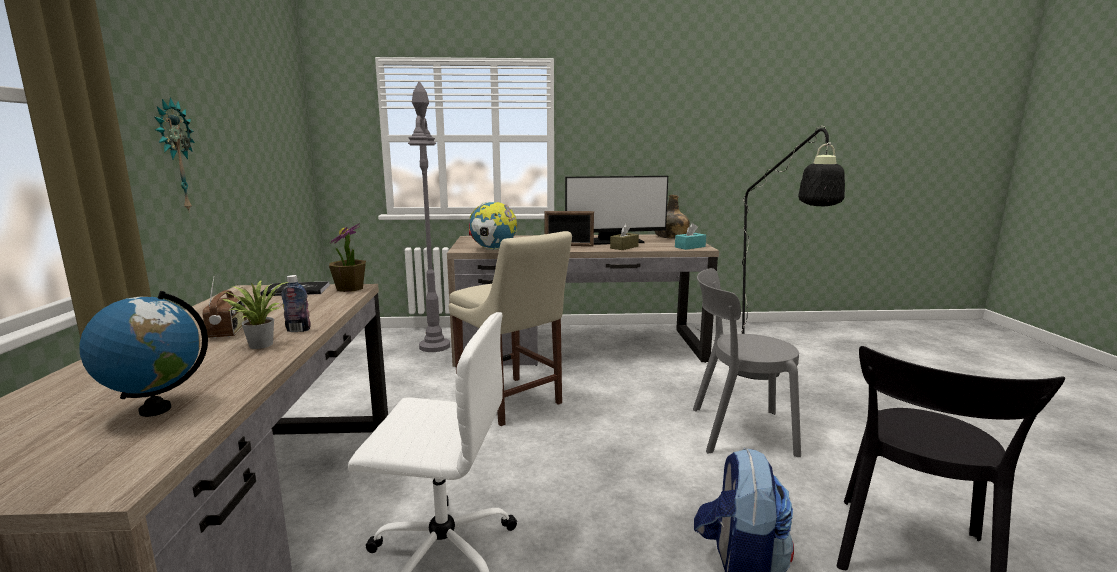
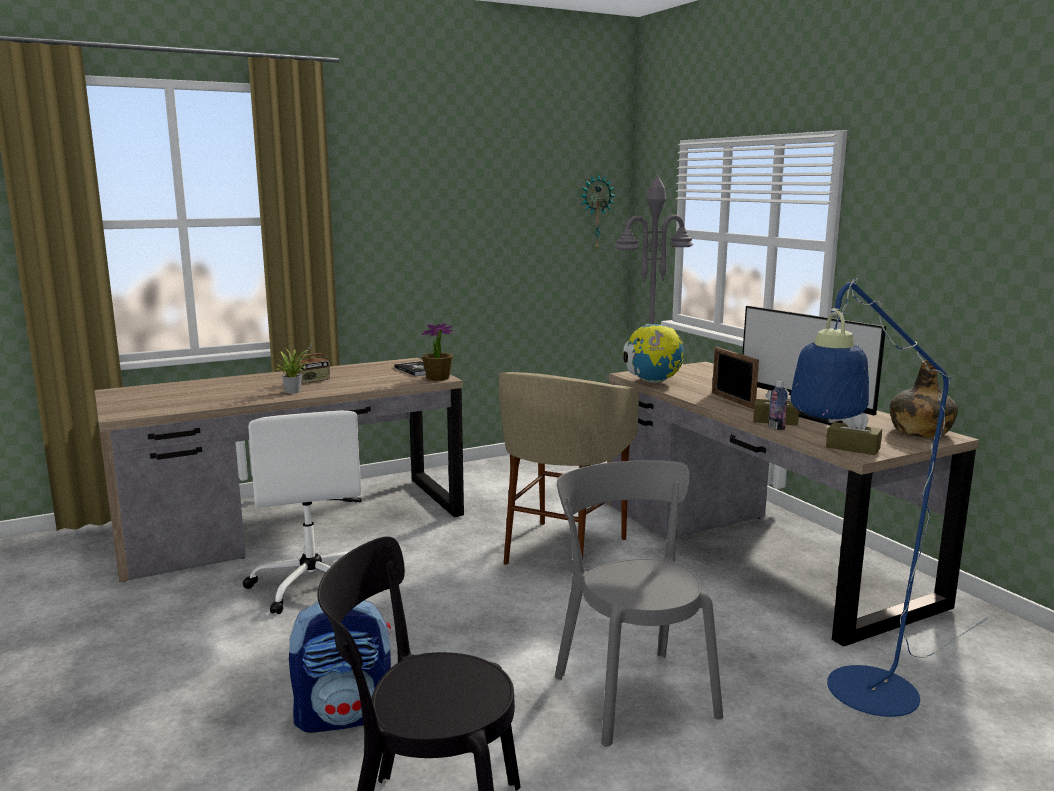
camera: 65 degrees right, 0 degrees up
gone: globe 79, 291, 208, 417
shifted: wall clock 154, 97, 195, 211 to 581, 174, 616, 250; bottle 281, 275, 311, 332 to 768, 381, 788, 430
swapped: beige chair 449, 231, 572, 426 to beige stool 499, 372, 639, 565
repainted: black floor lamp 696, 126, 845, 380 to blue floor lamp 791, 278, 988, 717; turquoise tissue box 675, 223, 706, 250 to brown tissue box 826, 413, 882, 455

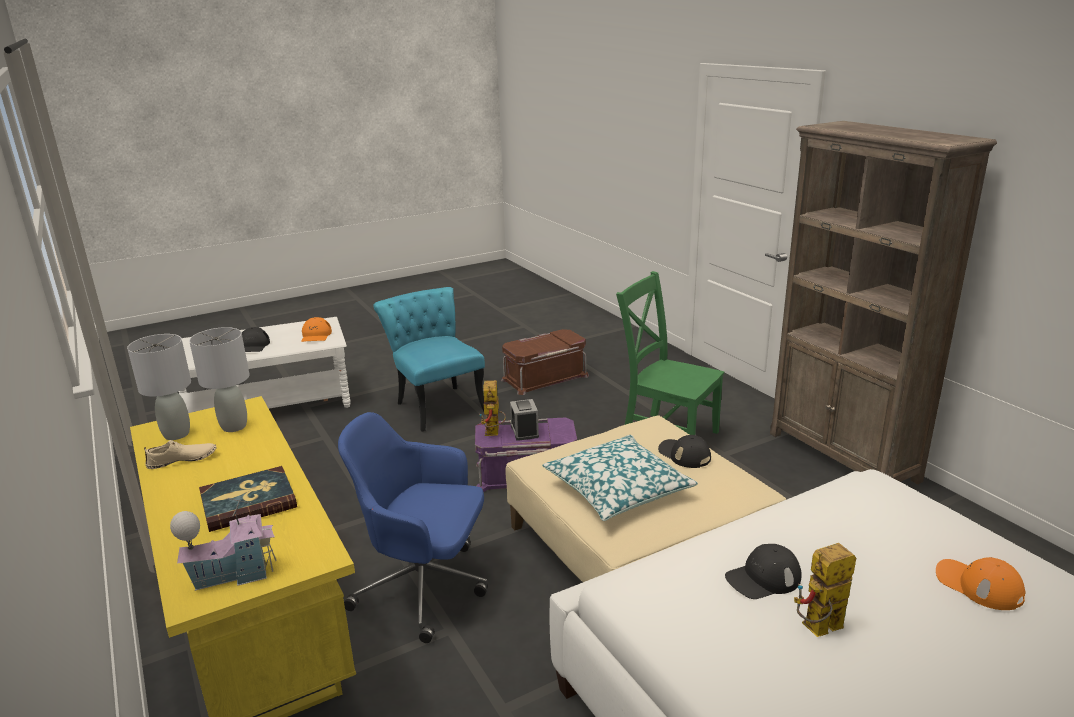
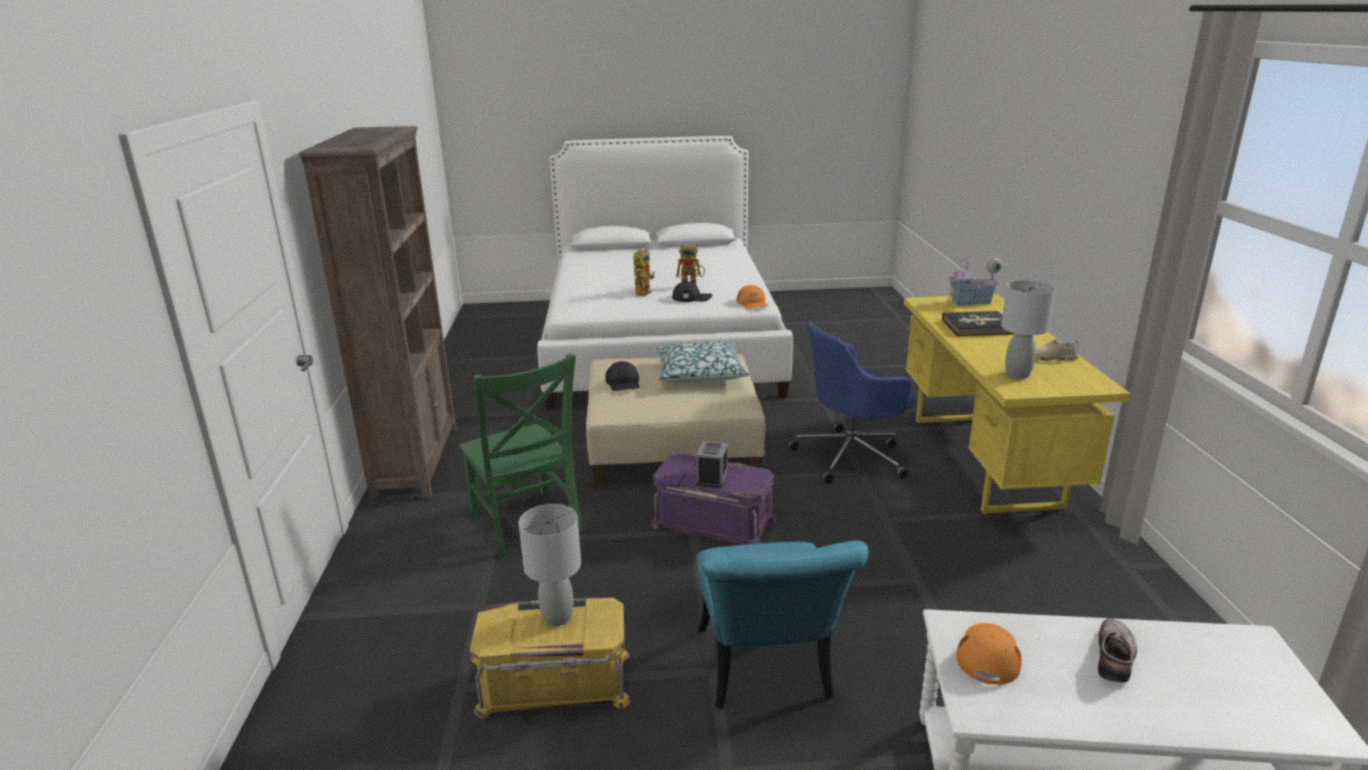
camera: 155 degrees left, 0 degrees up
shifted: grey table lamp 127, 334, 191, 440 to 519, 504, 581, 626; toy robot 479, 380, 506, 436 to 633, 247, 655, 297; orange cap 936, 557, 1025, 610 to 736, 285, 769, 309
swapped: black cap 242, 327, 270, 352 to shoe 1098, 618, 1137, 682
repainted: brown storage box 501, 329, 589, 395 to yellow storage box 469, 598, 631, 719
rotated: blue office chair 338, 412, 488, 643 = 787, 321, 915, 484 120 degrees clockwise

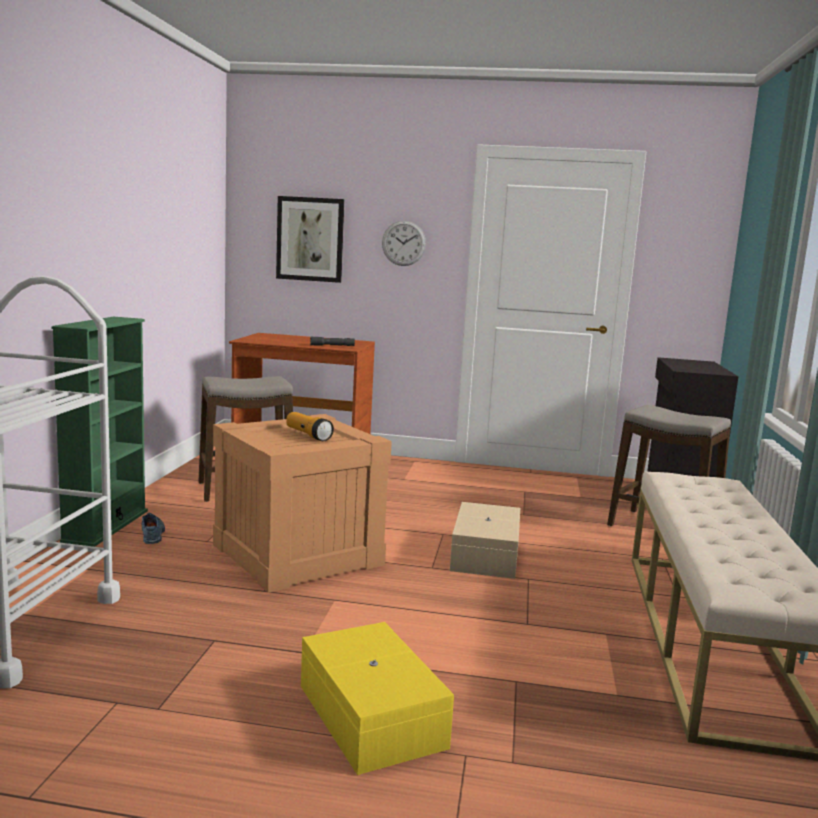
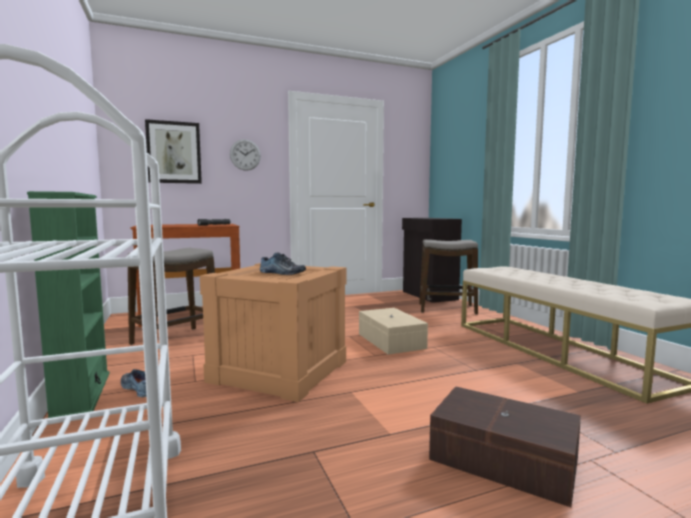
camera: 30 degrees left, 5 degrees down
swapped: flashlight 286, 412, 334, 441 to shoe 260, 252, 306, 275
repainted: yellow storage box 301, 622, 454, 775 to brown storage box 429, 386, 581, 507

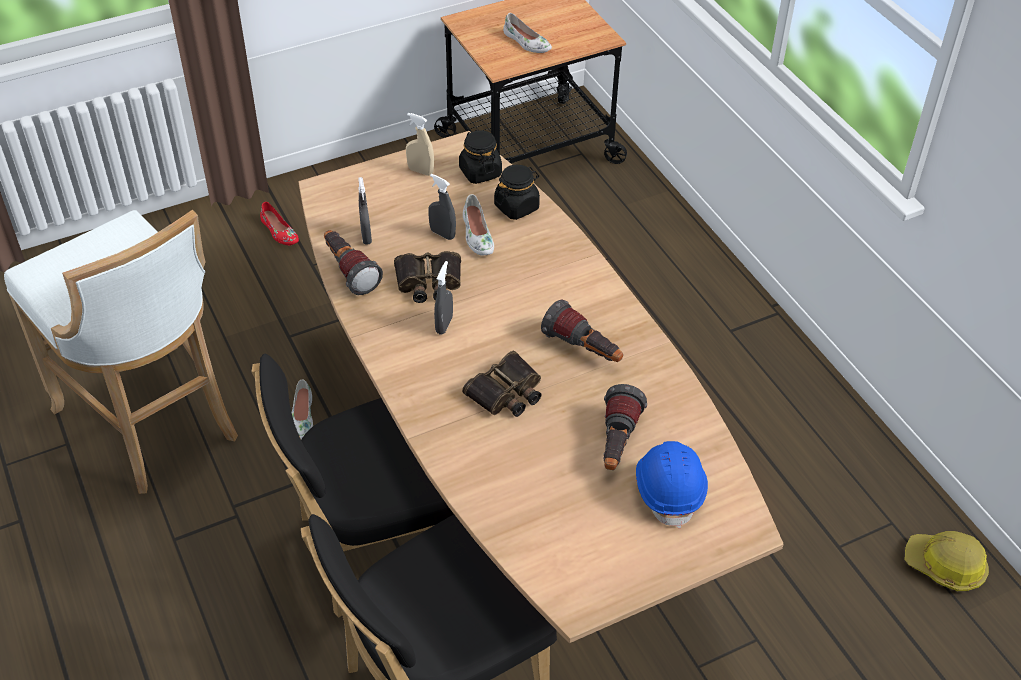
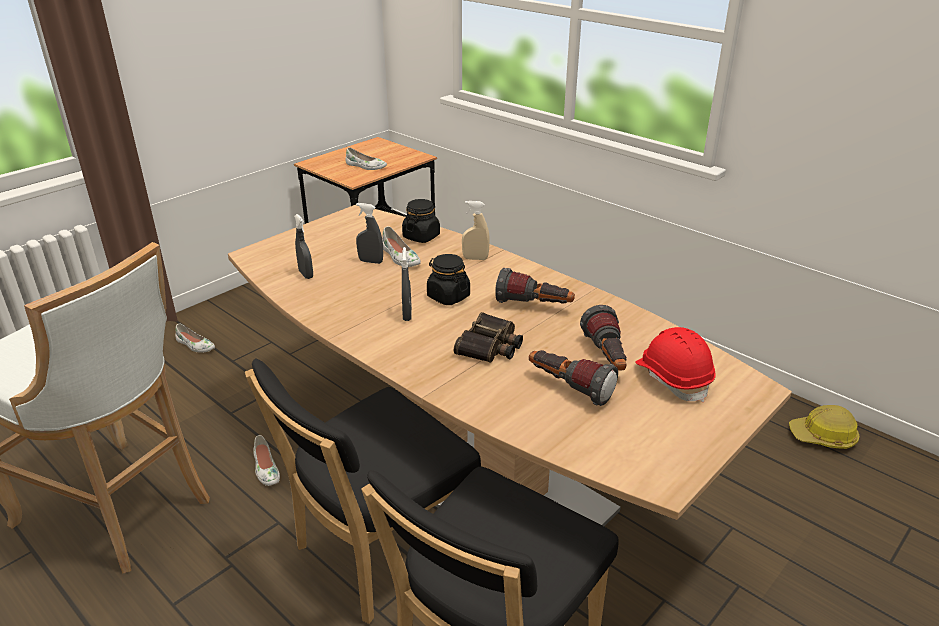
camera: 20 degrees left, 15 degrees down
gone: binoculars 394, 251, 461, 303
shifted: beige spray bottle 406, 113, 434, 176 to 462, 201, 490, 260; black jar 459, 130, 502, 184 to 427, 254, 470, 305; flashlight 324, 230, 383, 295 to 529, 350, 618, 406
repainted: red shoe 260, 202, 299, 245 to white shoe 175, 323, 215, 352; blue hard hat 636, 441, 708, 529 to red hard hat 635, 327, 715, 402

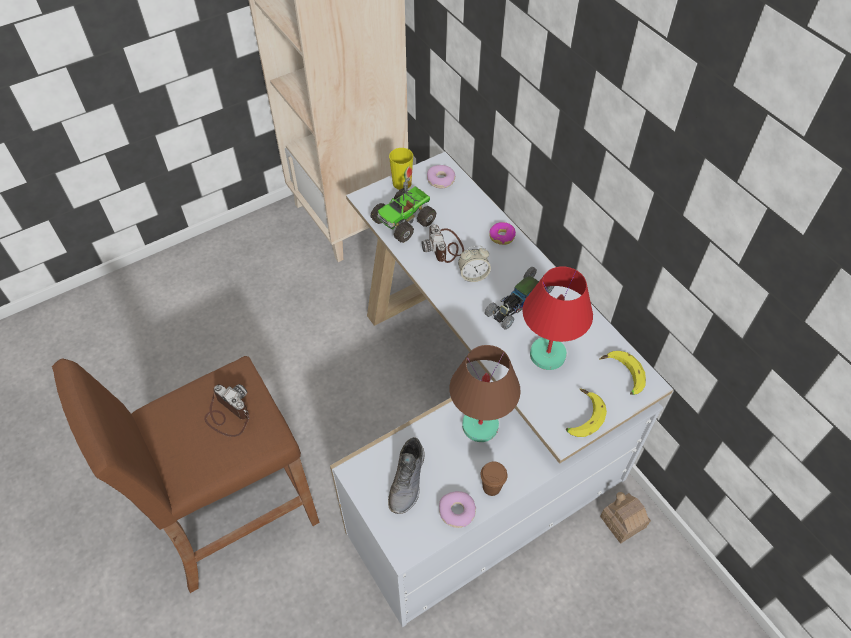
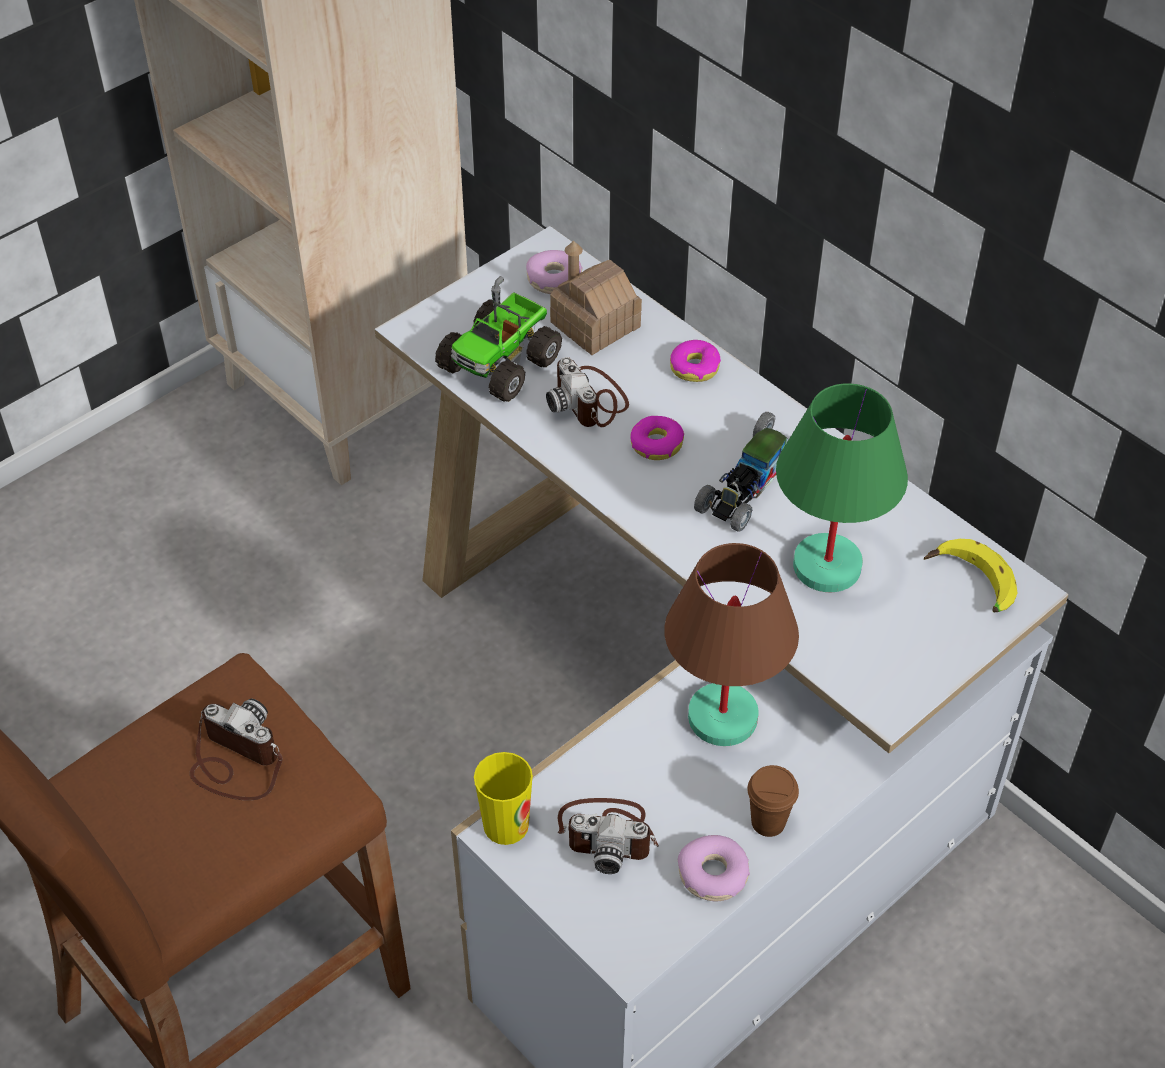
camera: 10 degrees left, 5 degrees down
gone: banana 566, 388, 607, 437
shifted: cup 389, 148, 413, 190 to 474, 752, 533, 845; toy house 600, 492, 651, 544 to 550, 241, 642, 355
swapped: alarm clock 458, 246, 491, 282 to donut 630, 416, 684, 460; grey shoe 388, 437, 425, 514 to photo camera 558, 798, 659, 874
repainted: red table lamp 522, 266, 593, 370 to green table lamp 776, 383, 908, 592

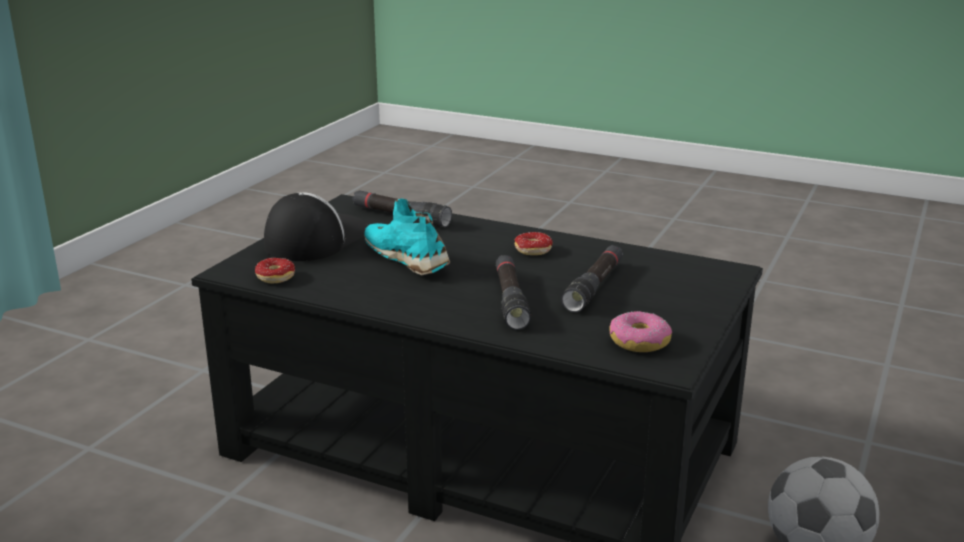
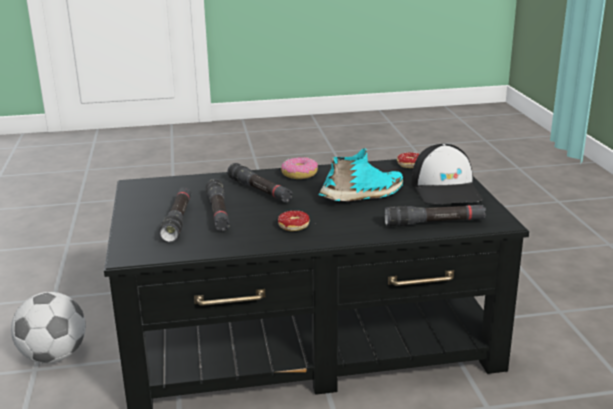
camera: 145 degrees right, 0 degrees up
new: black flashlight 159, 187, 191, 242
shifted: donut 609, 311, 672, 352 to 281, 157, 318, 179
rotated: turquoise shoe 364, 199, 450, 275 = 318, 148, 403, 202 45 degrees counterclockwise

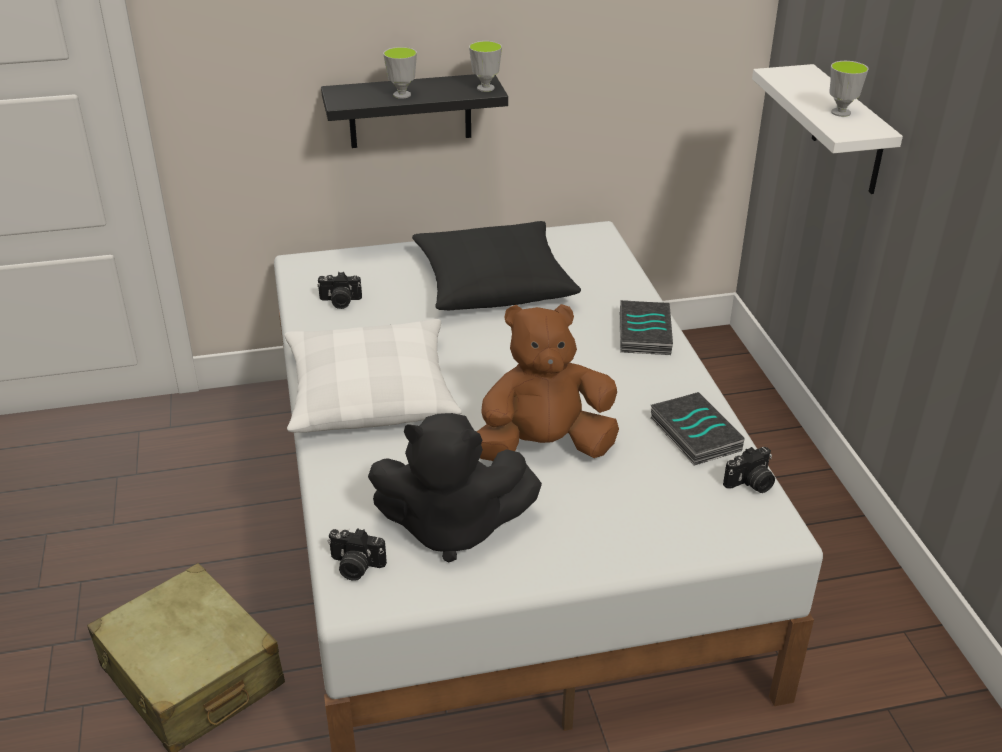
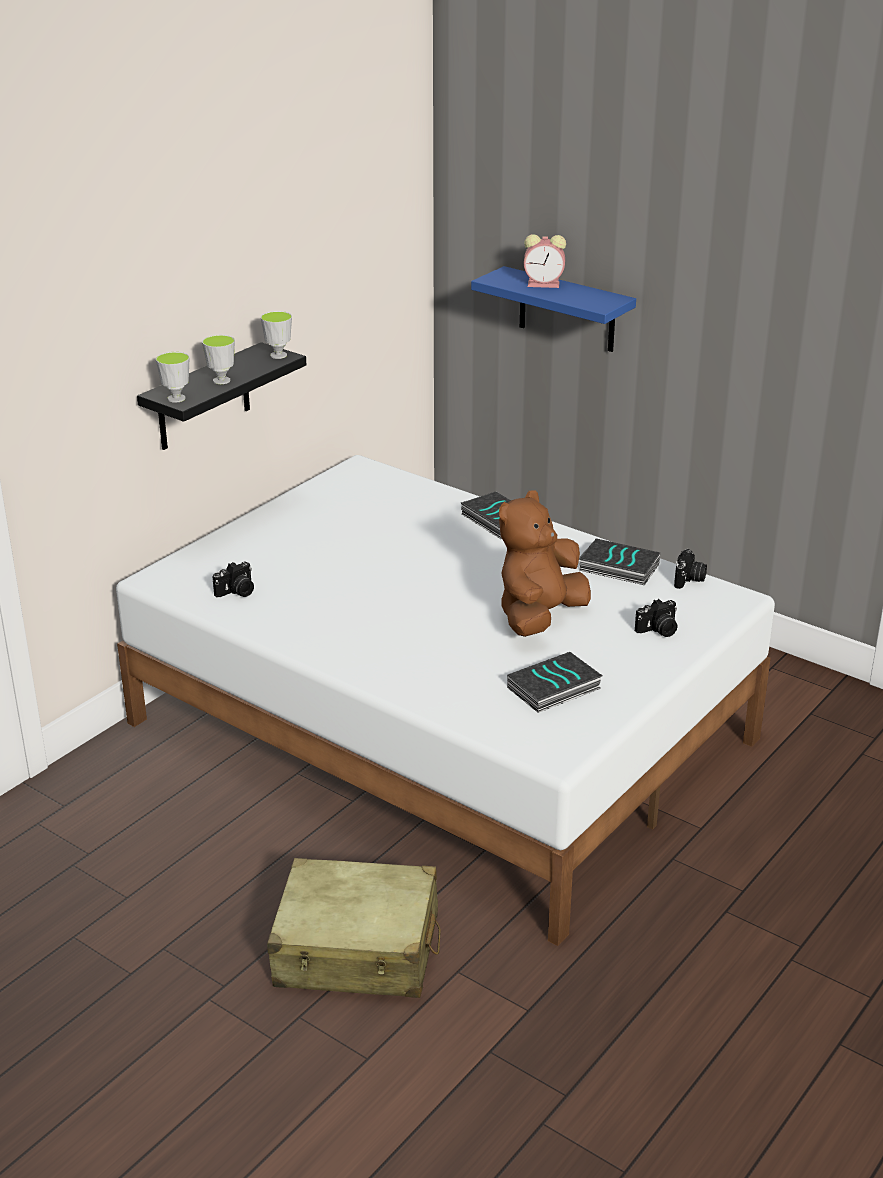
camera: 40 degrees left, 5 degrees down
gone: black pillow 412, 221, 581, 310; white pillow 284, 319, 462, 433
new: alarm clock 524, 234, 566, 288
shifted: cup 829, 61, 869, 117 to 156, 352, 190, 403; photo camera 328, 528, 387, 581 to 635, 599, 677, 637
swapped: black plush toy 368, 413, 542, 562 to book 507, 652, 602, 713
repainted: white shelf 752, 64, 903, 194 to blue shelf 471, 266, 636, 352

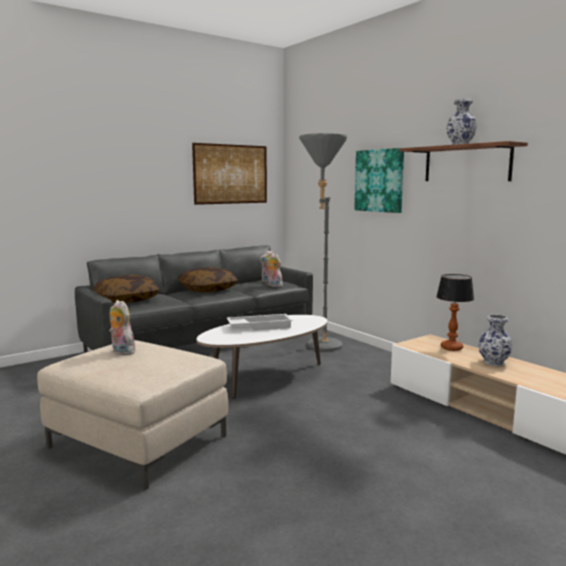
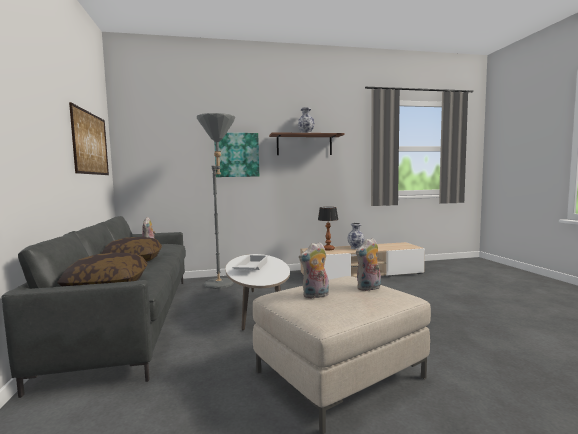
camera: 65 degrees left, 5 degrees down
shifted: plush toy 265, 254, 283, 287 to 356, 238, 381, 291

